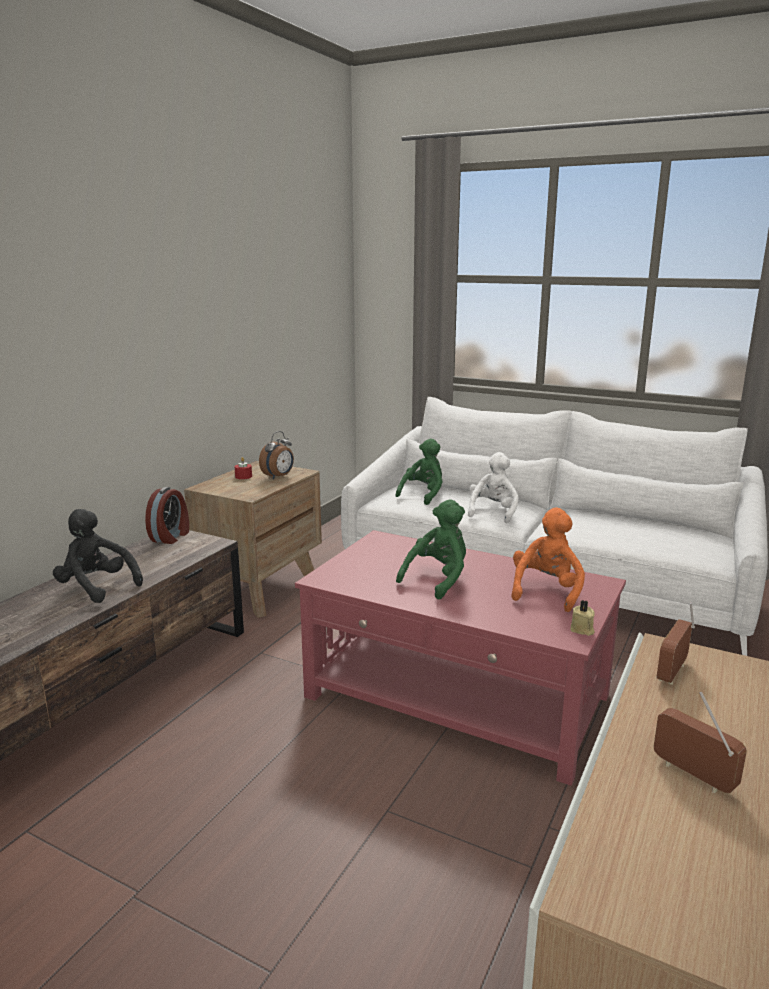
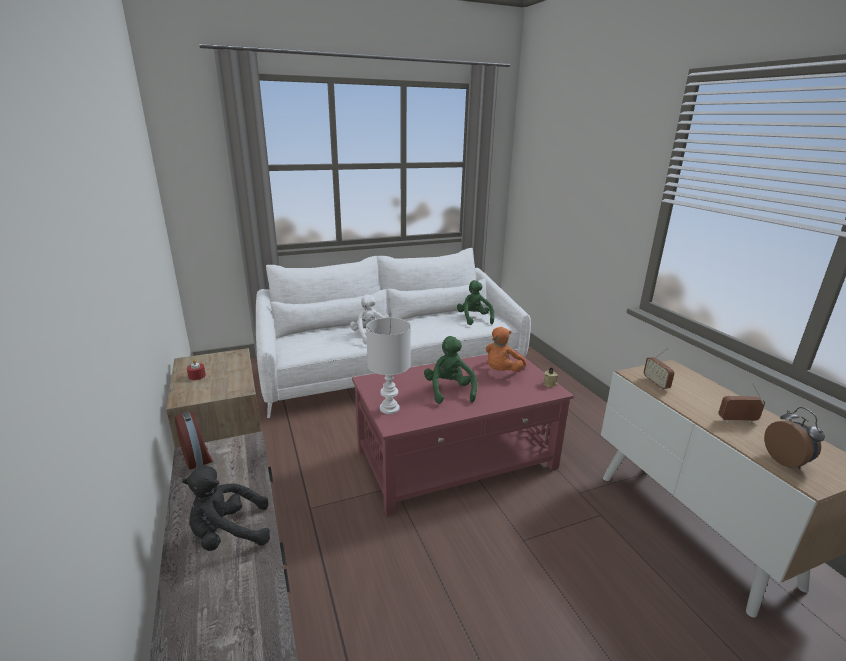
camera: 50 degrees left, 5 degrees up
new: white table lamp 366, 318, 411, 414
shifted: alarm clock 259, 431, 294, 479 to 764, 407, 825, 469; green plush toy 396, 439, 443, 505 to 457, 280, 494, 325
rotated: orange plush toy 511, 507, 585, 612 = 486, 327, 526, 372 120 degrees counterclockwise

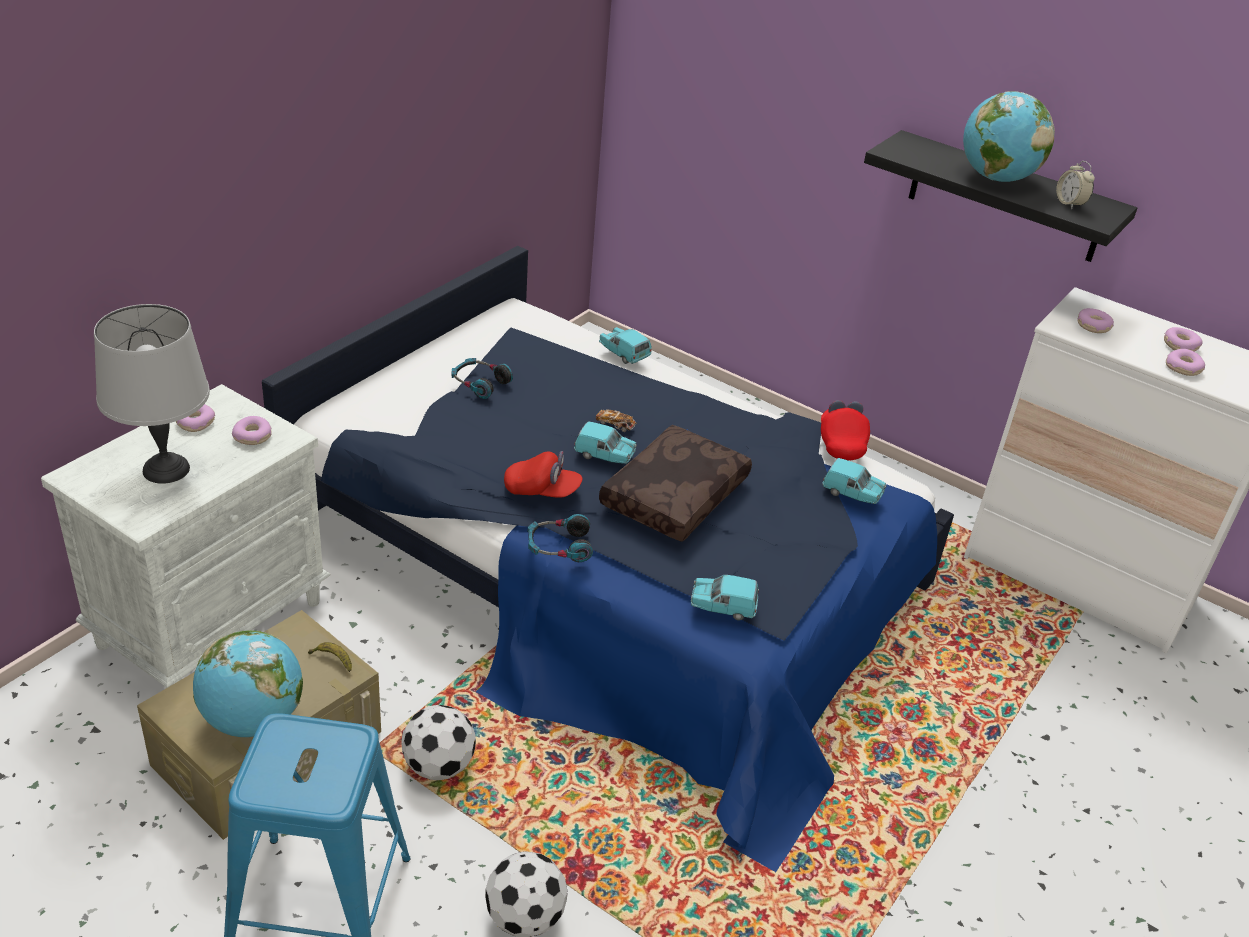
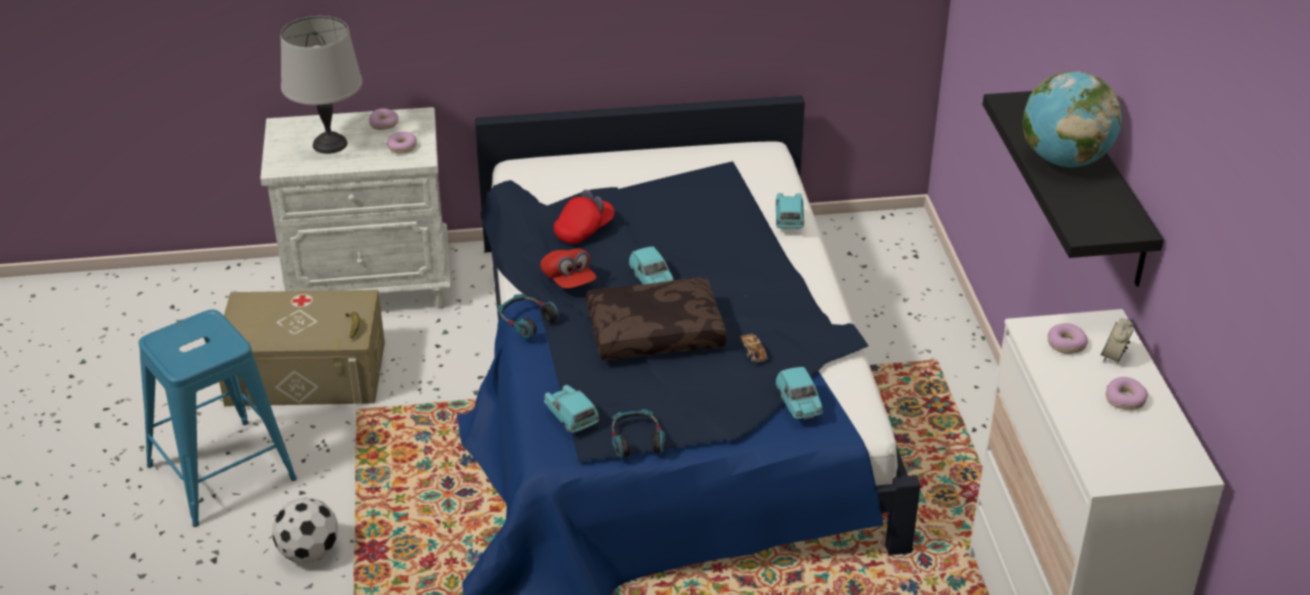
camera: 50 degrees right, 0 degrees up
gone: donut 1166, 349, 1205, 376; globe 193, 630, 303, 737; football 401, 705, 476, 780
shifted: alarm clock 1056, 161, 1095, 209 to 1101, 317, 1134, 363; headphones 452, 358, 513, 399 to 612, 409, 665, 458; red cap 821, 400, 870, 461 to 554, 190, 614, 244; toy car 596, 409, 637, 432 to 741, 334, 768, 362

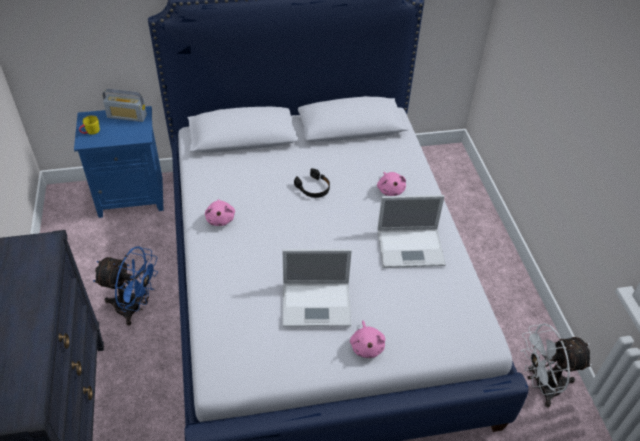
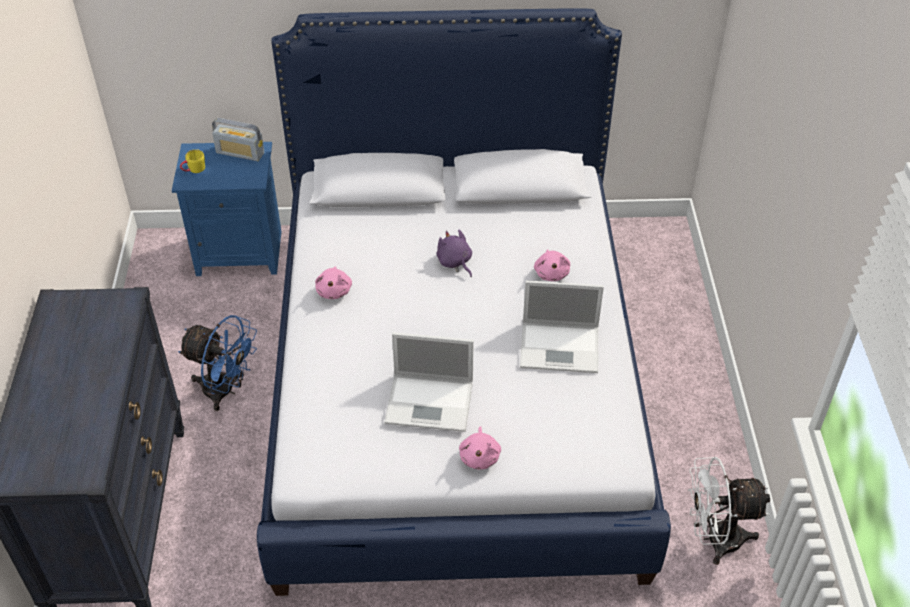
camera: 10 degrees right, 0 degrees up
swapped: black headphones 294, 168, 330, 198 to purple plush toy 437, 230, 472, 277

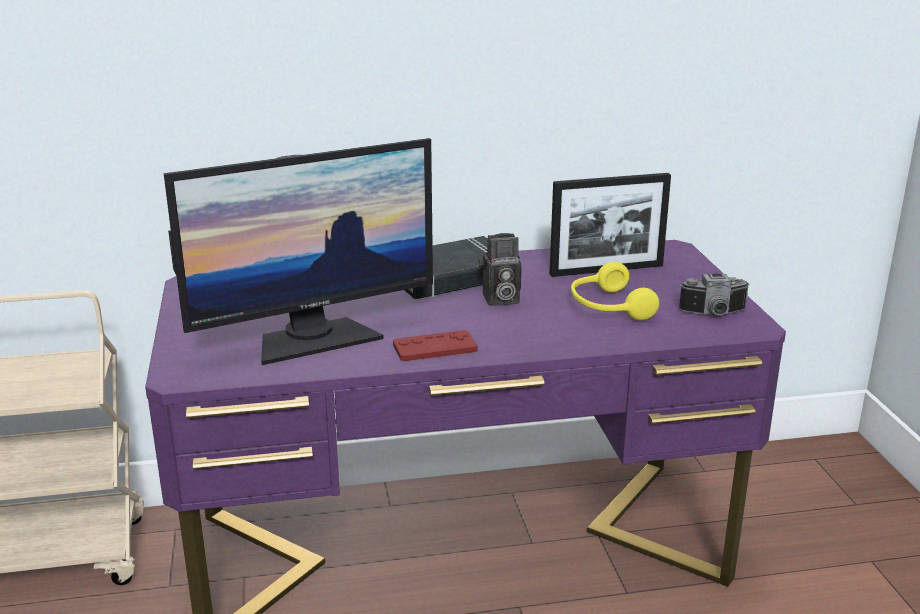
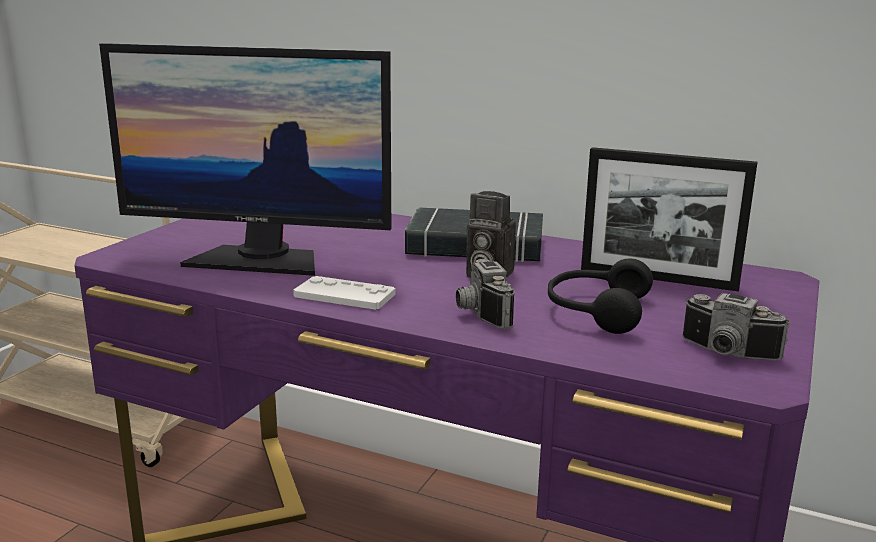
camera: 35 degrees right, 5 degrees down
new: photo camera 456, 259, 515, 330
repainted: yellow headphones 571, 262, 659, 320 to black headphones 548, 258, 653, 334; red game controller 393, 330, 478, 361 to white game controller 293, 276, 396, 310

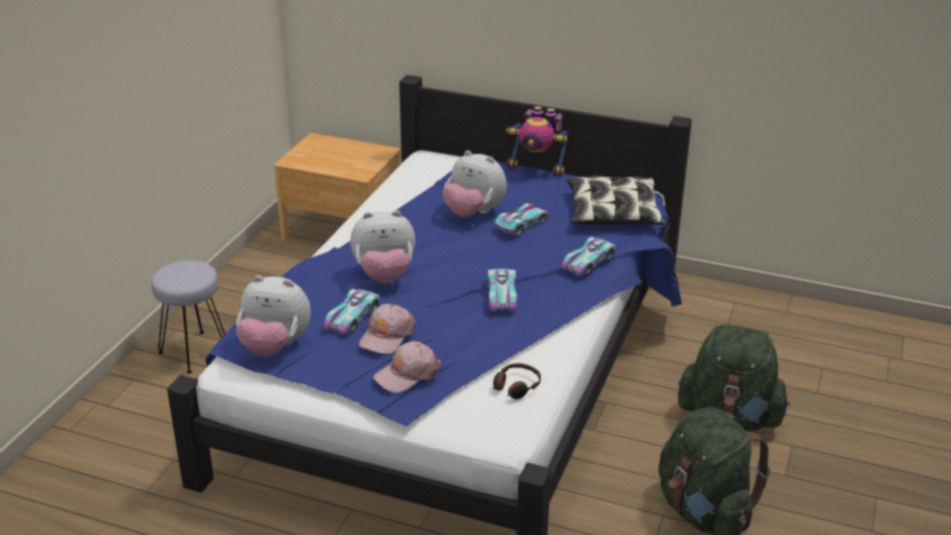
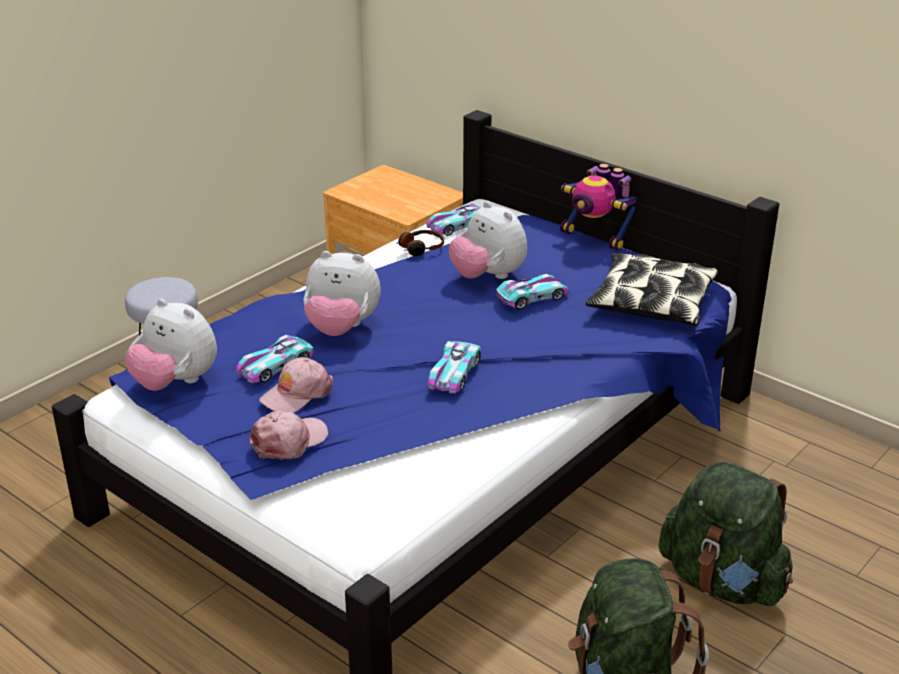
camera: 20 degrees right, 0 degrees up
shifted: toy car 562, 237, 616, 276 to 427, 203, 482, 236; headphones 493, 363, 541, 399 to 396, 230, 444, 256
rotated: pink cap 373, 341, 441, 393 = 250, 411, 328, 459 150 degrees clockwise

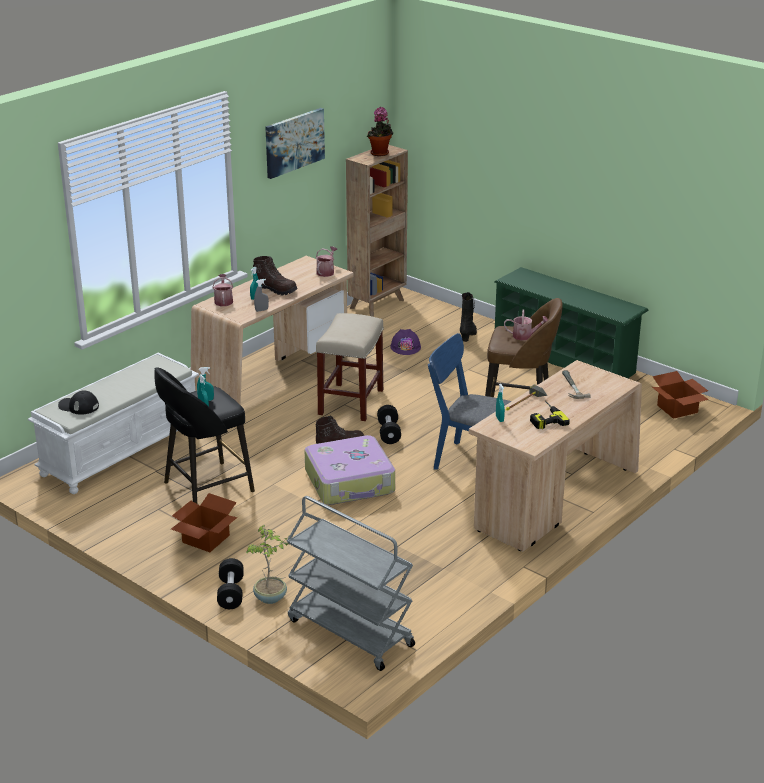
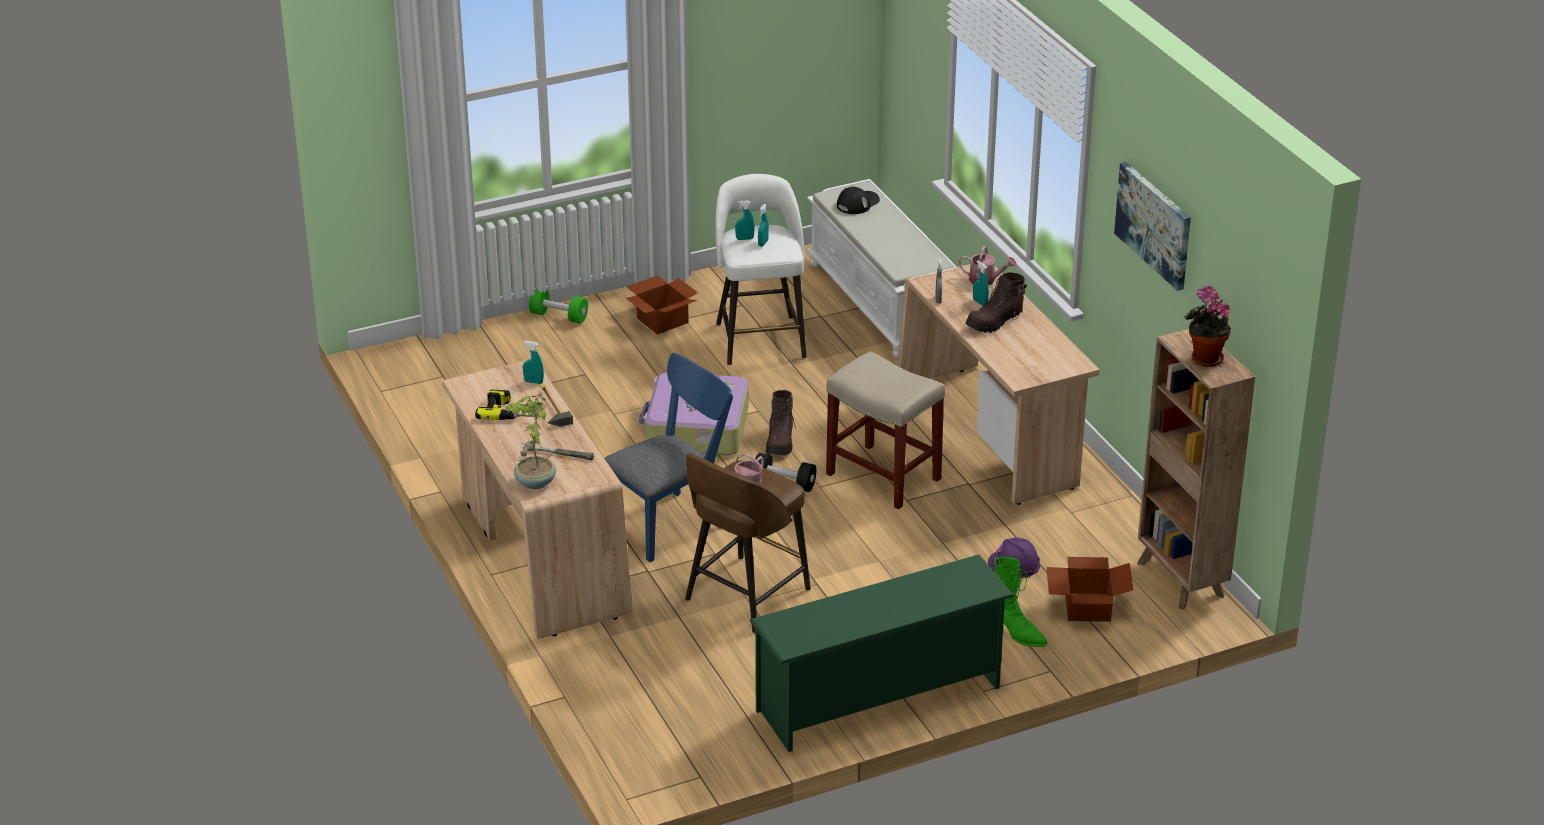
camera: 115 degrees right, 5 degrees up
gone: watering can 316, 246, 337, 277; grey cart 287, 496, 415, 671
shifted: cardboard box 652, 371, 709, 419 to 1046, 557, 1133, 622; potted plant 246, 525, 288, 604 to 505, 394, 556, 489
repainted: black boot 460, 292, 477, 342 to green boot 995, 557, 1047, 647; black stool 155, 367, 255, 504 to white stool 715, 174, 807, 365; black dumbbell 217, 558, 244, 609 to green dumbbell 529, 288, 588, 324

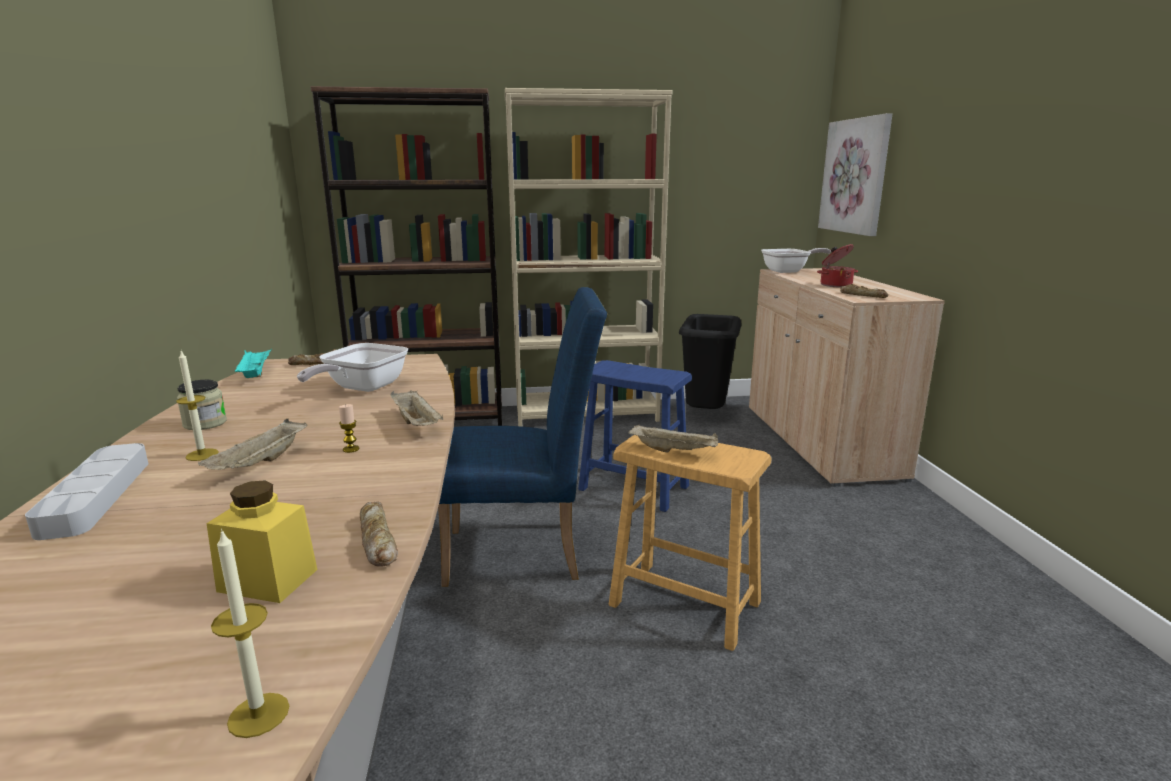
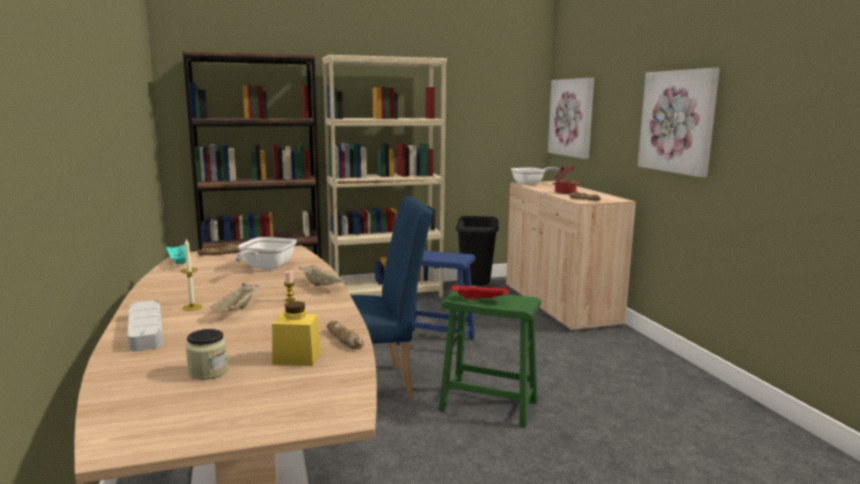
camera: 10 degrees left, 5 degrees down
gone: candle 211, 529, 289, 738
new: picture 638, 68, 720, 177
shifted: jar 177, 380, 227, 430 to 186, 329, 228, 380
repainted: beige tray 629, 424, 718, 453 to red tray 451, 285, 509, 301; brown stool 609, 435, 772, 651 to green stool 439, 290, 541, 428

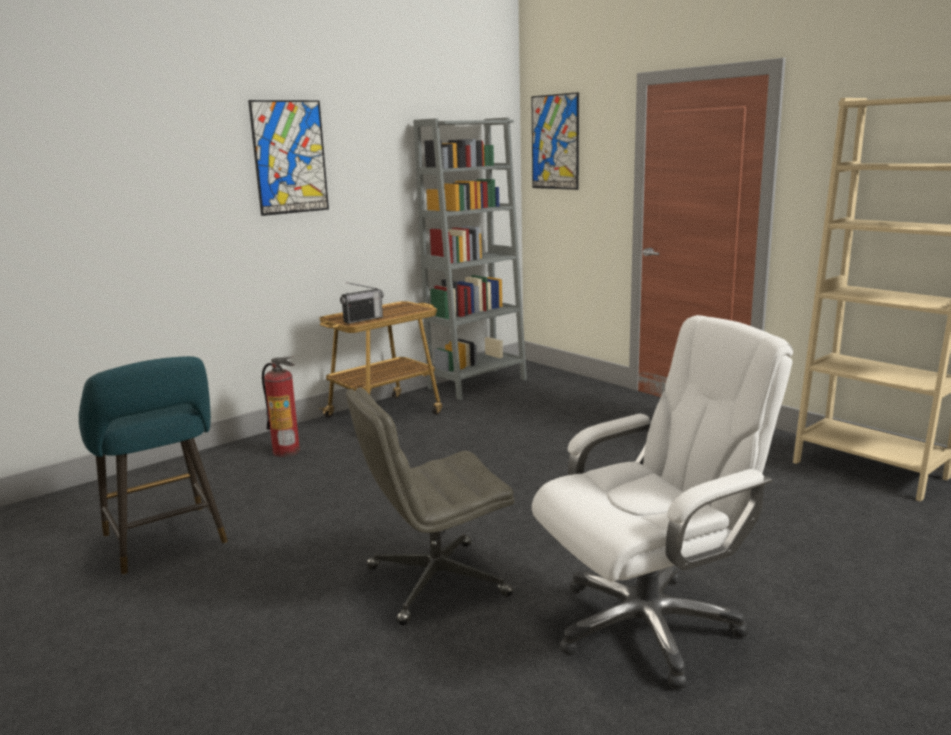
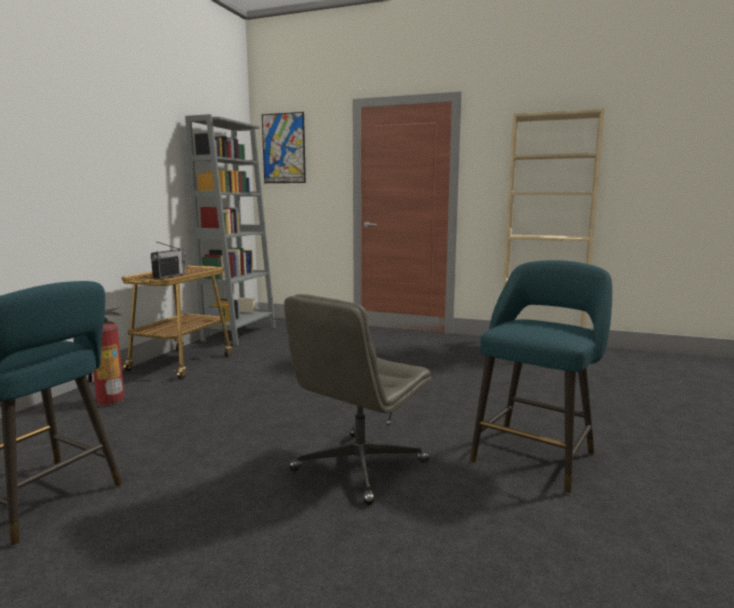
camera: 30 degrees left, 5 degrees down
gone: picture 248, 100, 329, 216
swapped: white office chair 532, 315, 793, 689 to turquoise stool 470, 260, 612, 494

